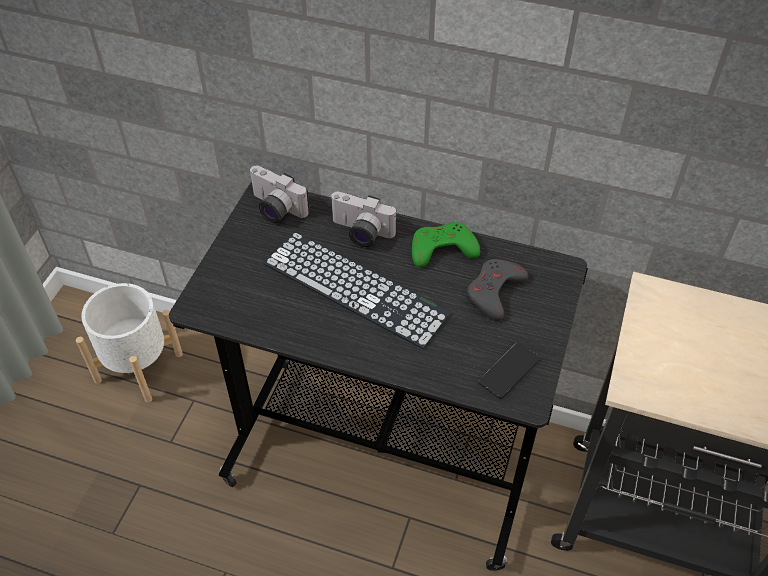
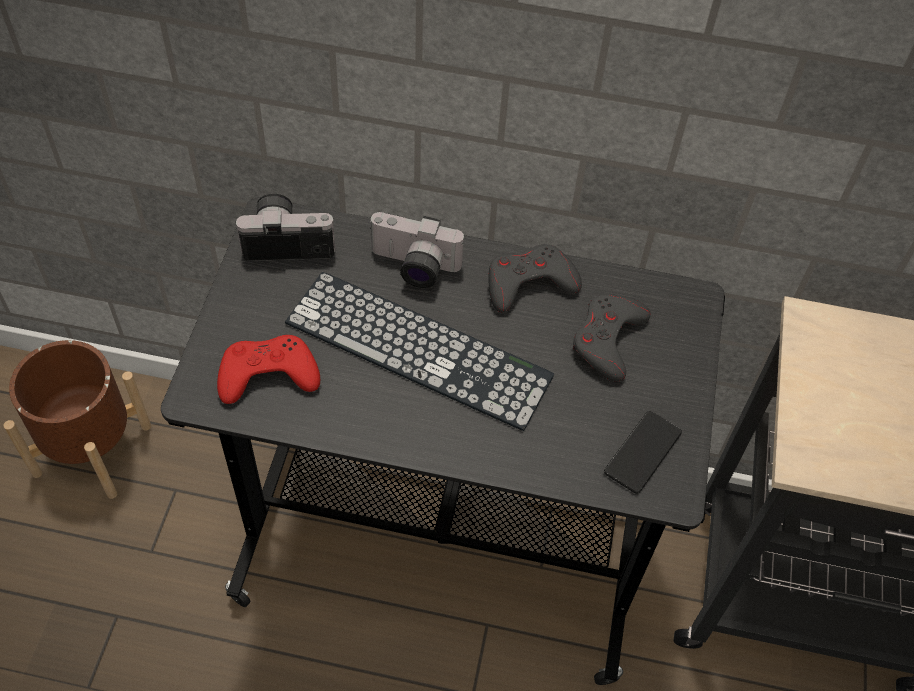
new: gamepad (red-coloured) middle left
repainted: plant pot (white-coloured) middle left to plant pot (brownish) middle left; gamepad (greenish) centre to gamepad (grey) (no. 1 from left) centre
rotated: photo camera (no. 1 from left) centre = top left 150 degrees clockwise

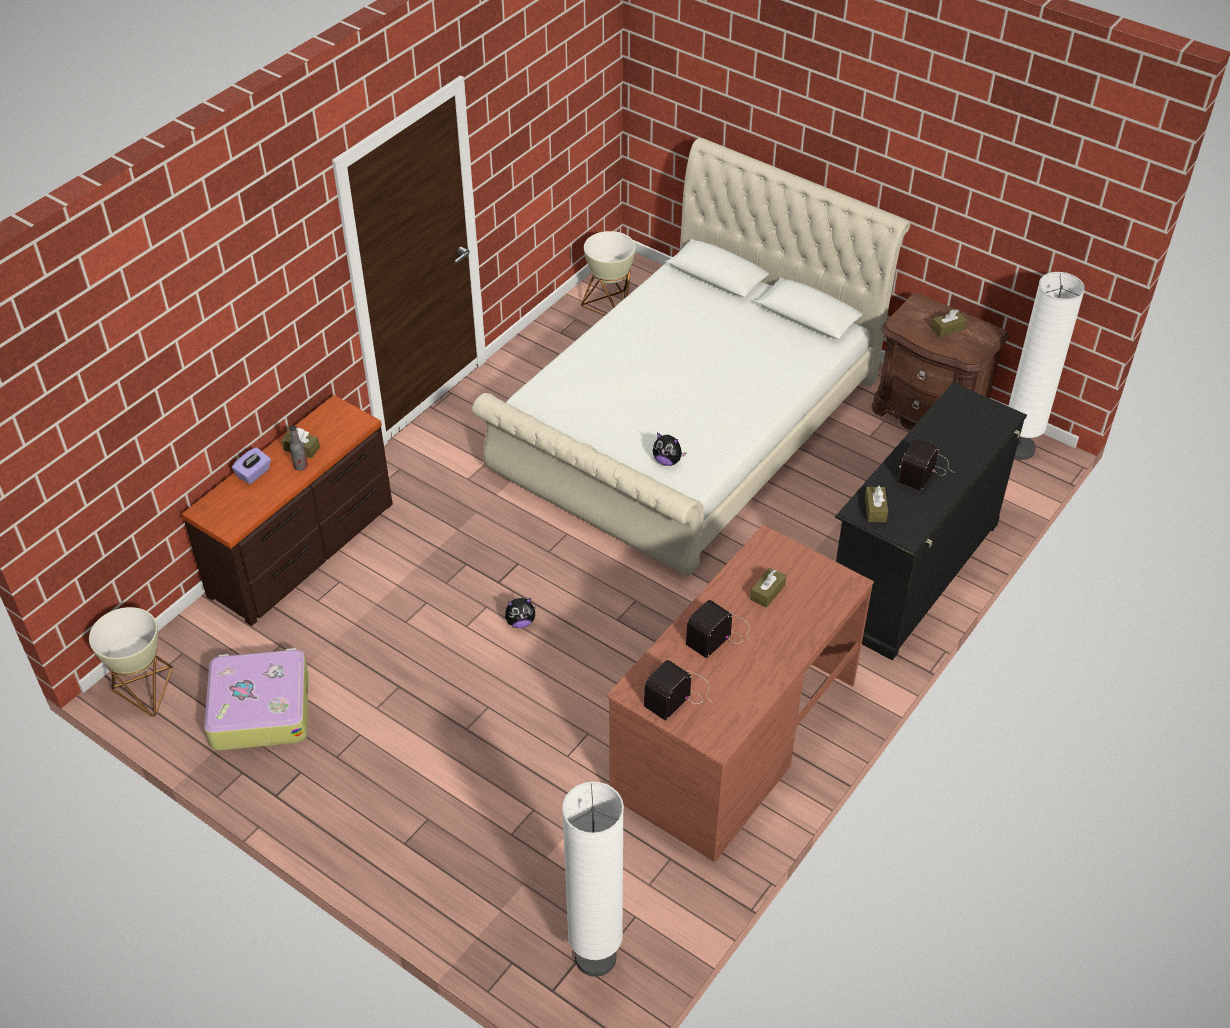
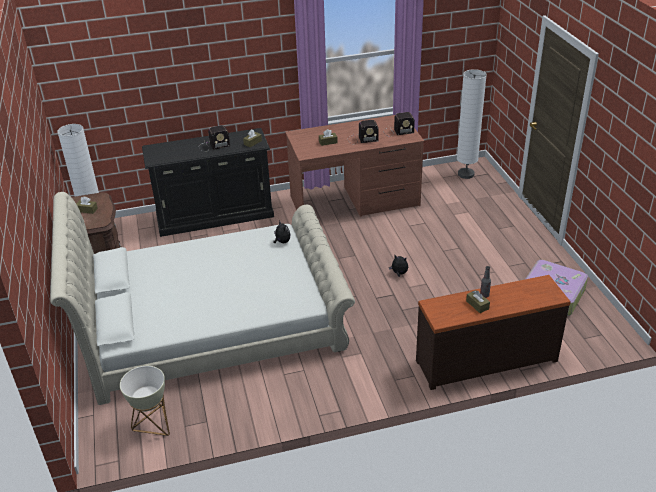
gone: plant pot (no. 1 from left) middle left; box of tissues (purple-coloured) middle left

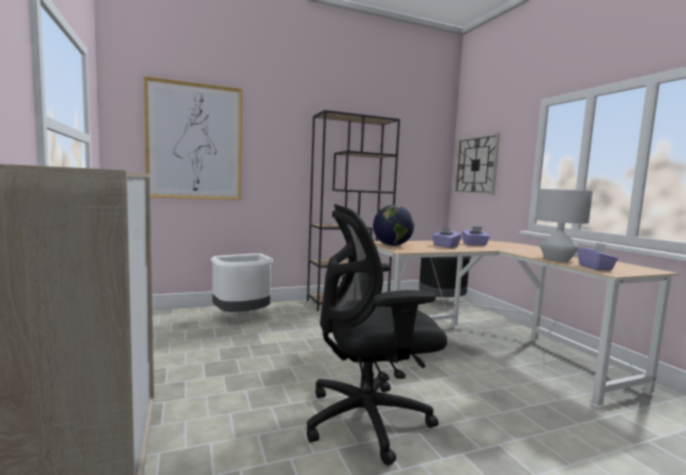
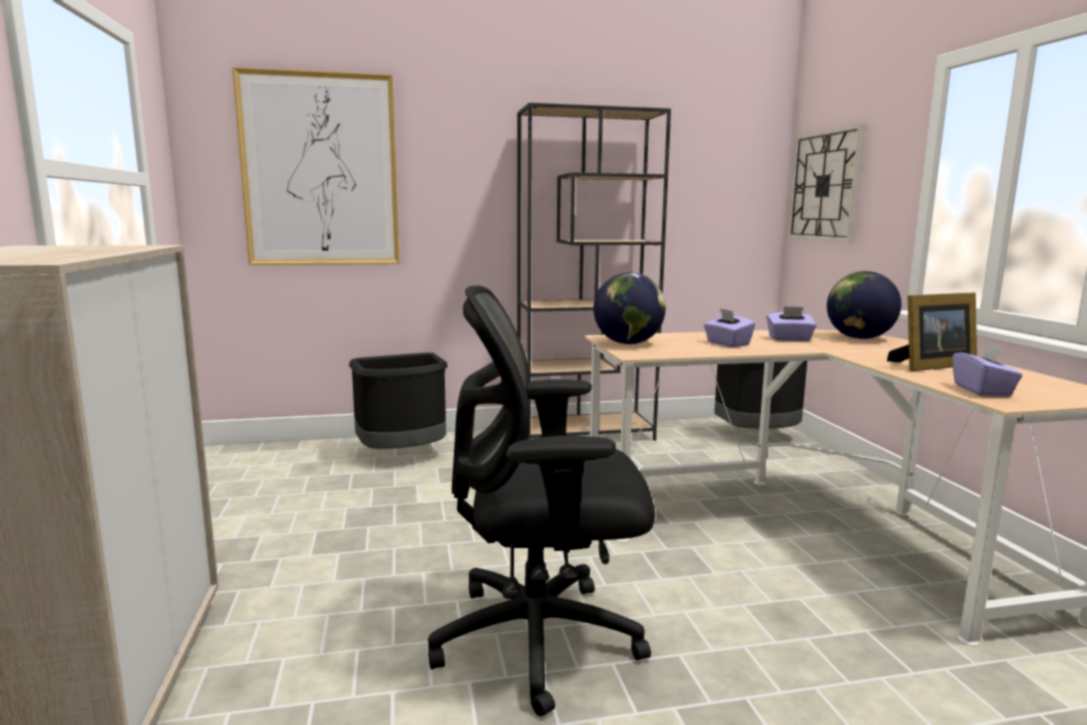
new: world globe (no. 2 from left) middle right
swapped: table lamp (white-coloured) middle right to picture frame middle right
repainted: waste bin (white-coloured) centre to waste bin (black) (no. 1 from left) centre

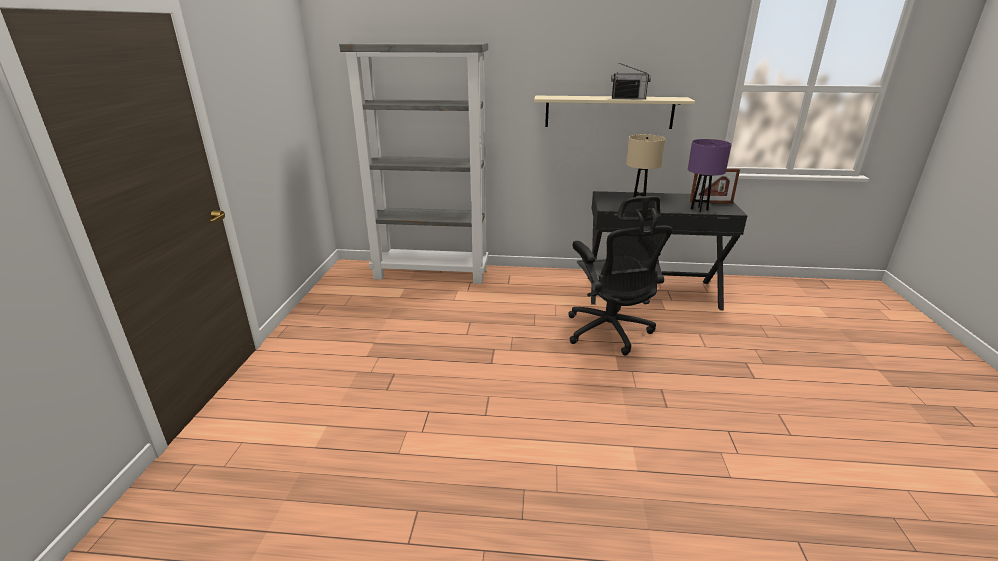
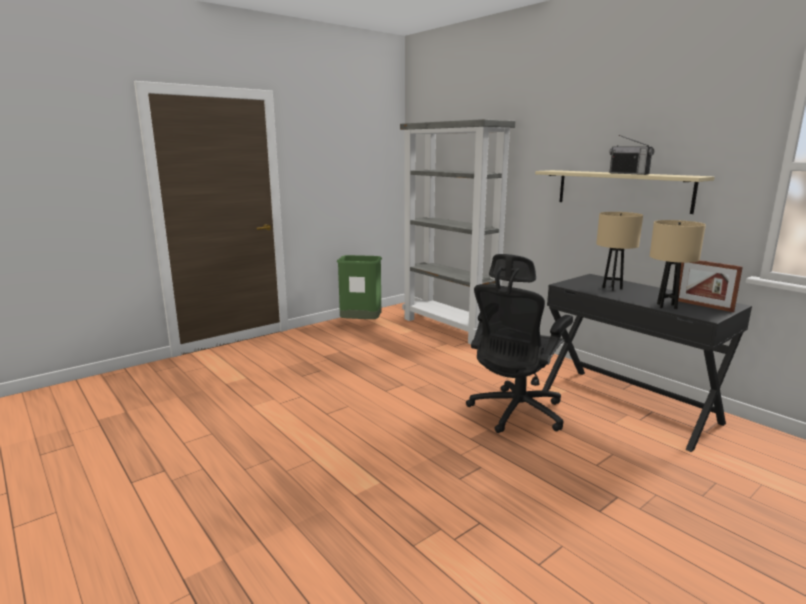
new: waste bin (greenish) centre
repainted: table lamp (purple-coloured) top right to table lamp (beige) (no. 2 from left) middle right

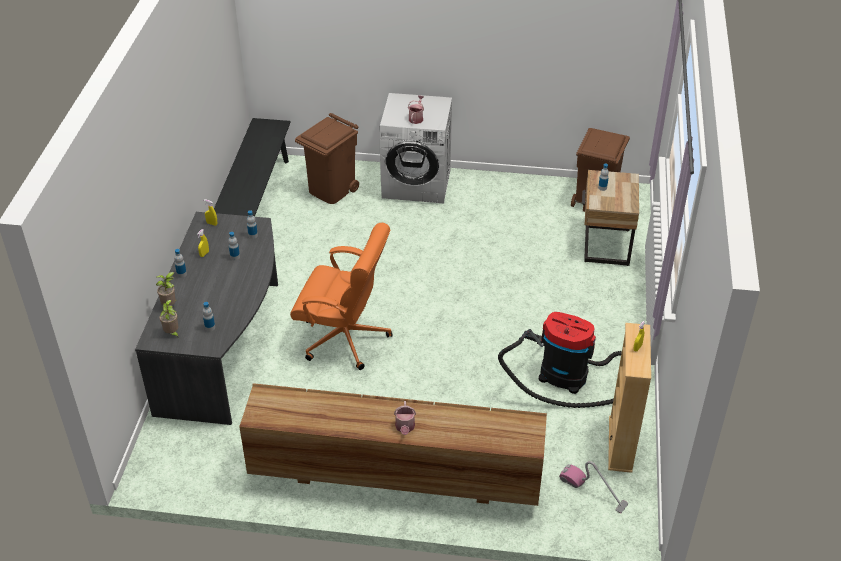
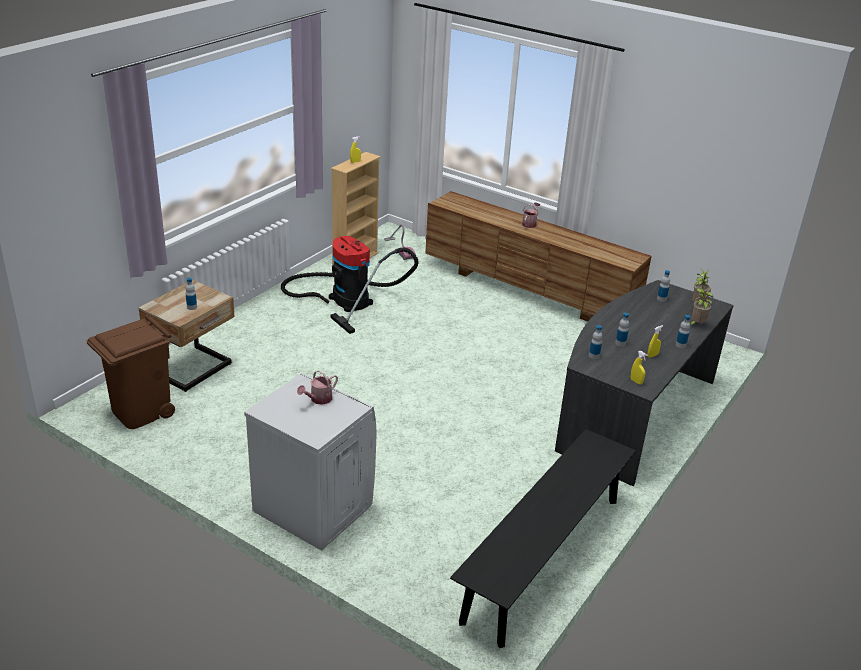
gone: office chair (orange) centre; waste bin (brownish) (no. 1 from left) top centre

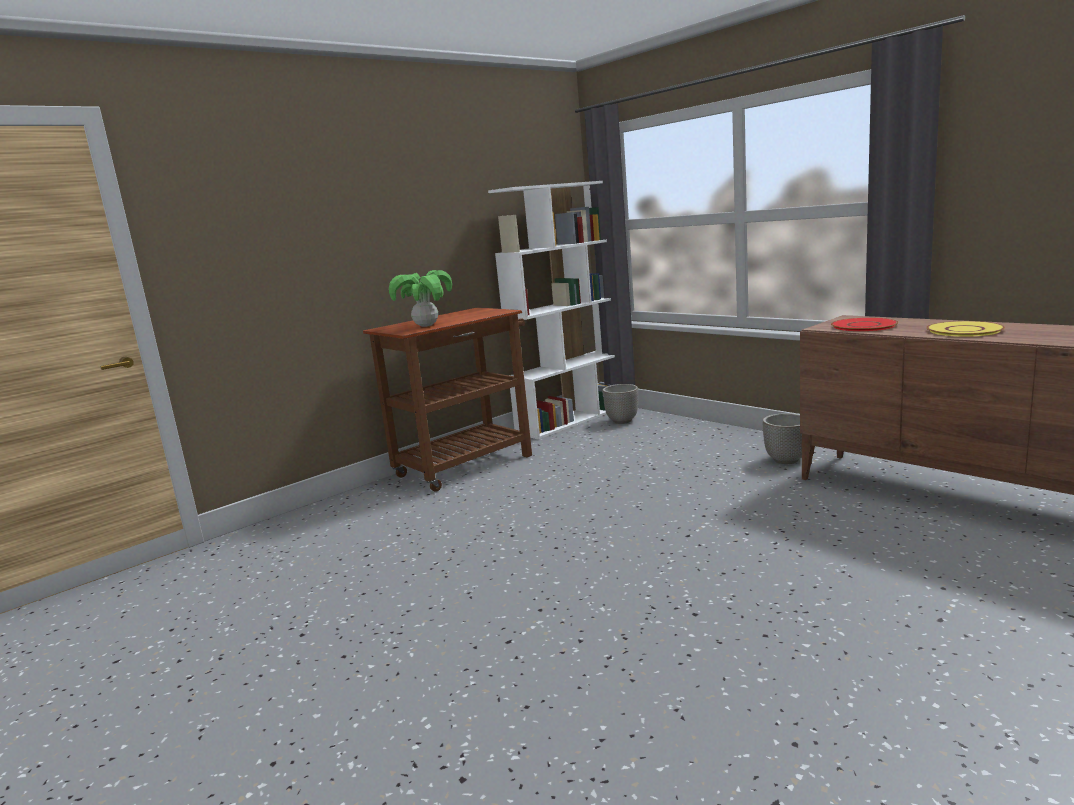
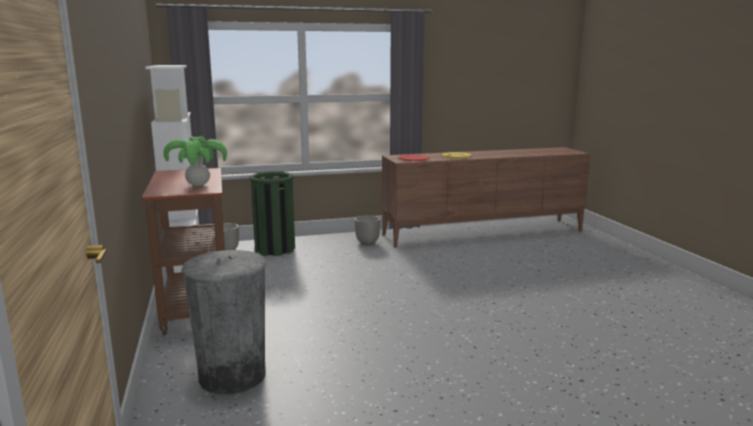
new: waste bin (grey) bottom left; waste bin (greenish) centre

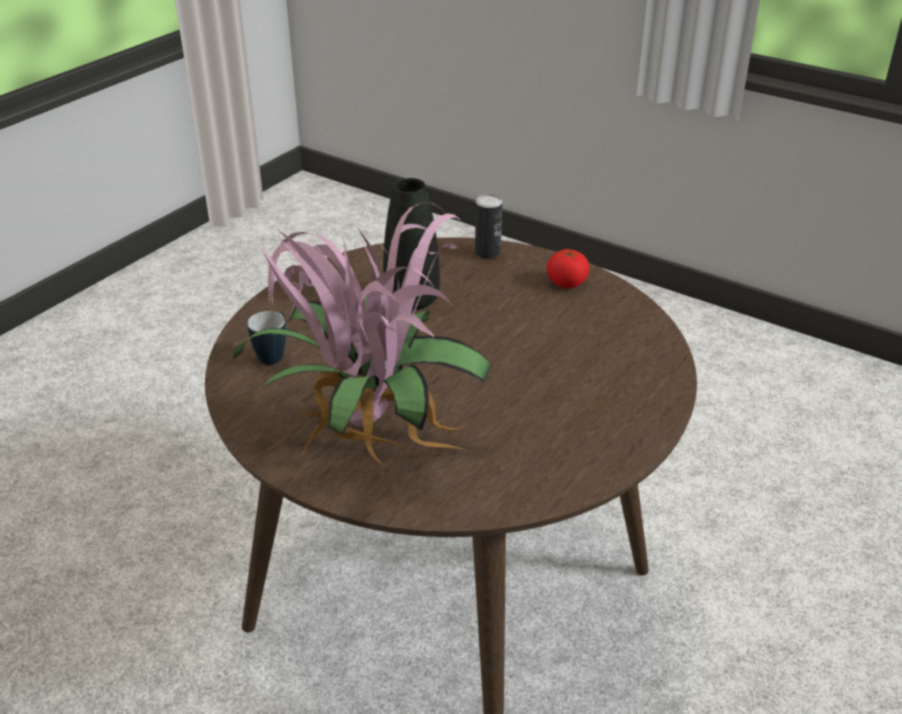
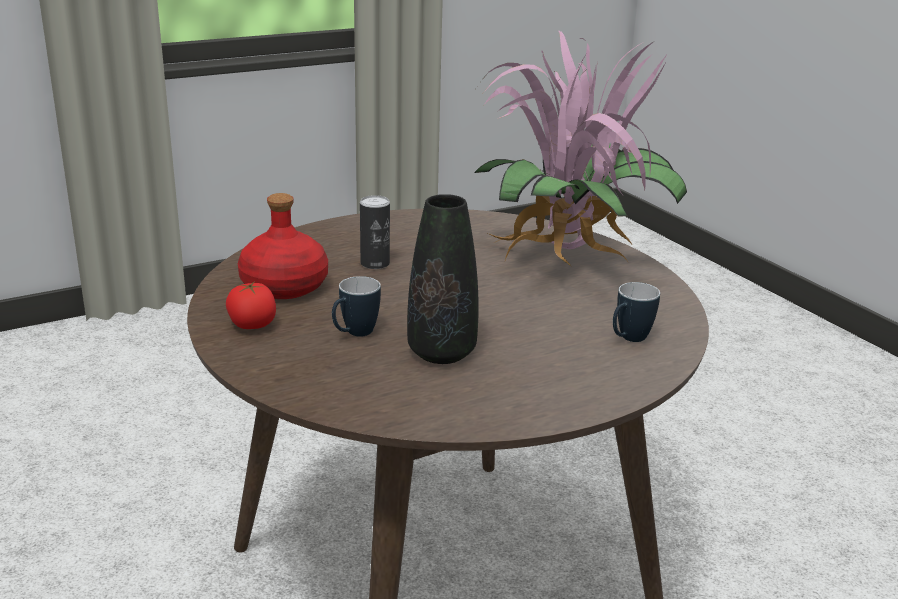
new: beverage bottle (red-coloured) middle left; mug (no. 1 from left) centre
shifted: sealed can top centre to centre

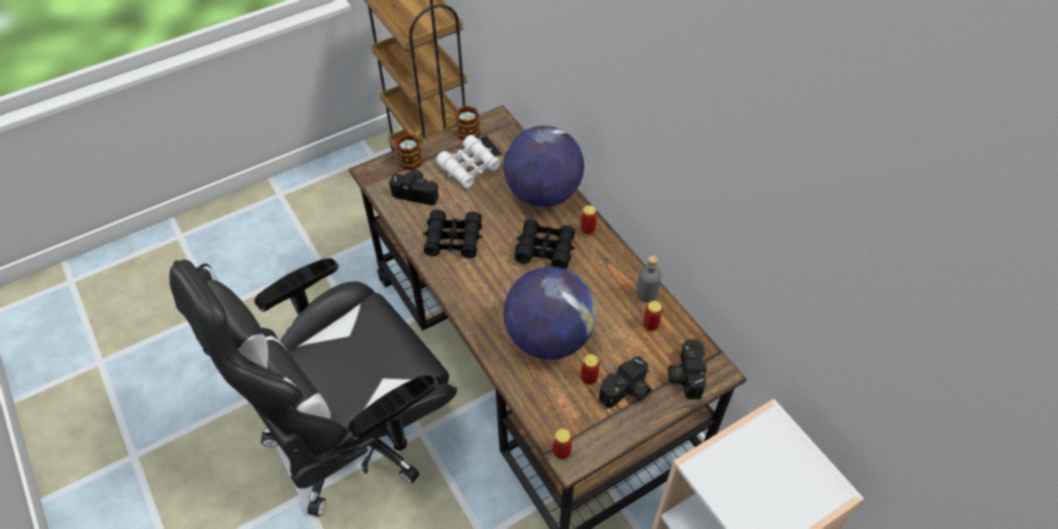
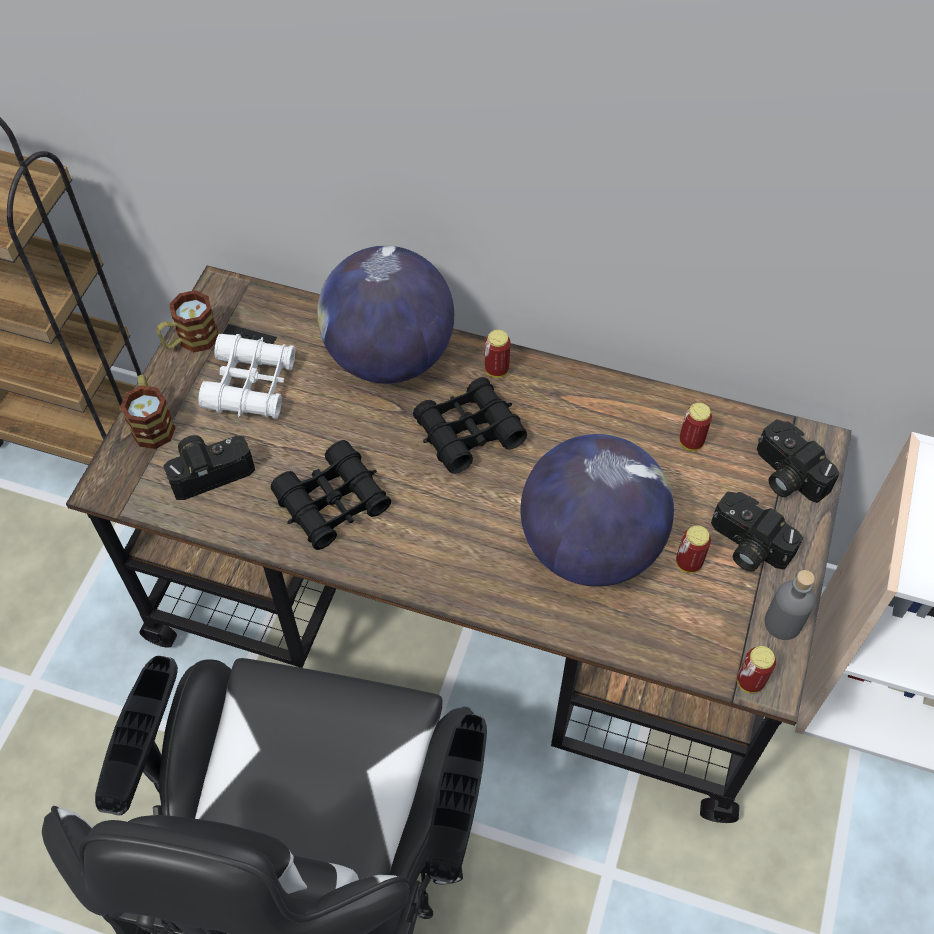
shifted: beverage bottle (grey) centre to middle right
rotated: photo camera (no. 2 from left) bottom centre = middle right 120 degrees clockwise

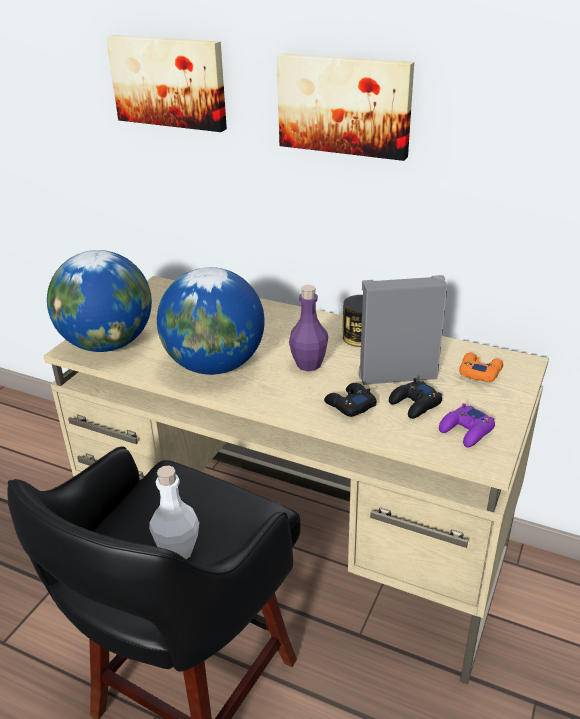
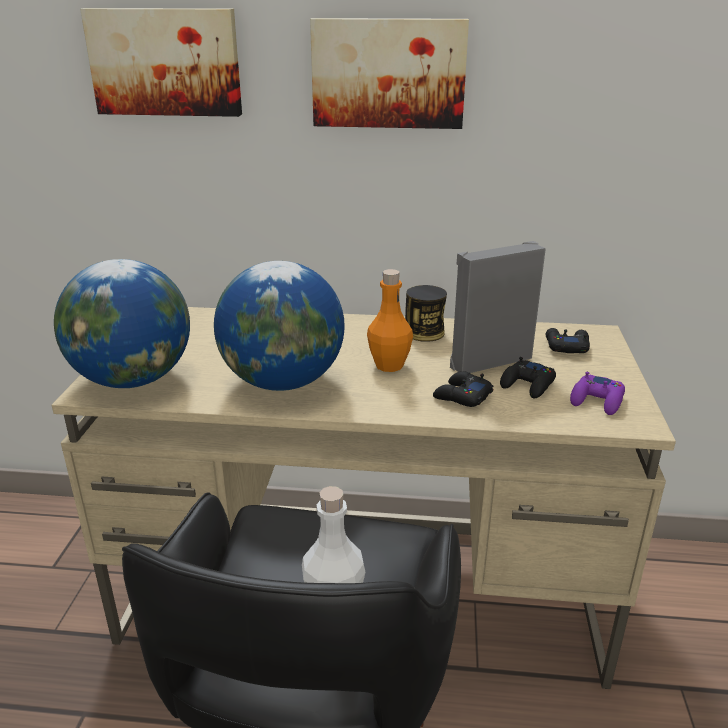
repainted: beverage bottle (purple-coloured) centre to beverage bottle (orange) centre; gamepad (orange) middle right to gamepad (black) (no. 3 from left) middle right

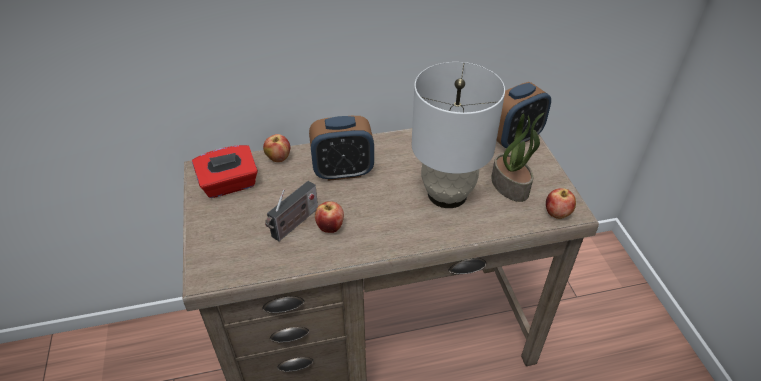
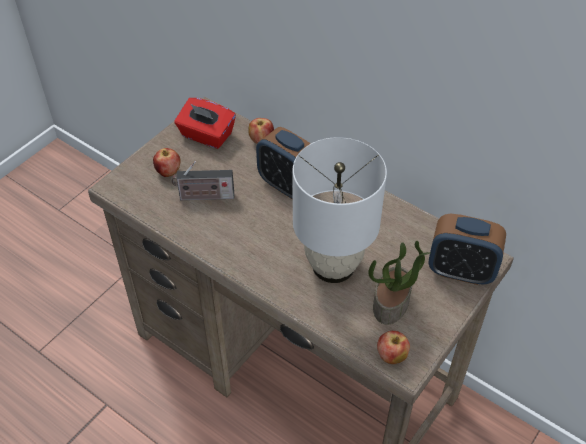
shifted: apple fruit (no. 2 from left in the first image) centre to apple fruit (no. 1 from left) middle left

